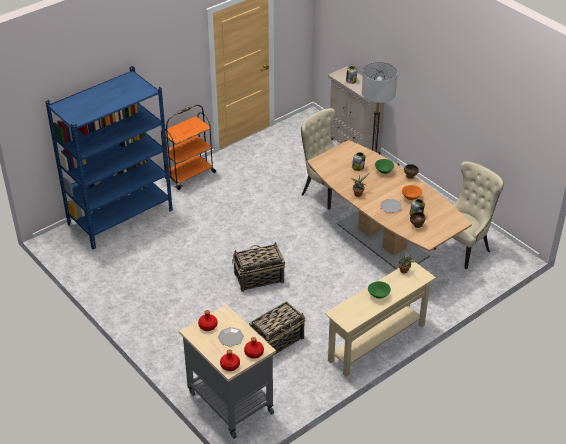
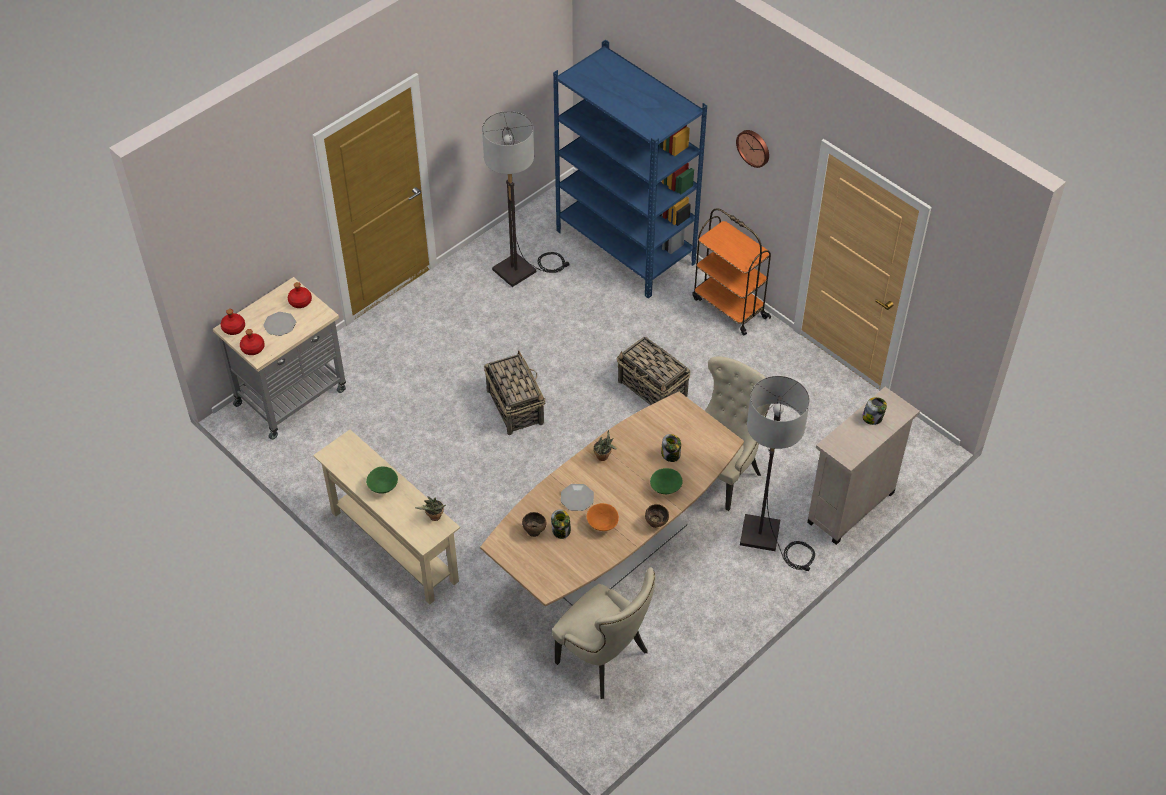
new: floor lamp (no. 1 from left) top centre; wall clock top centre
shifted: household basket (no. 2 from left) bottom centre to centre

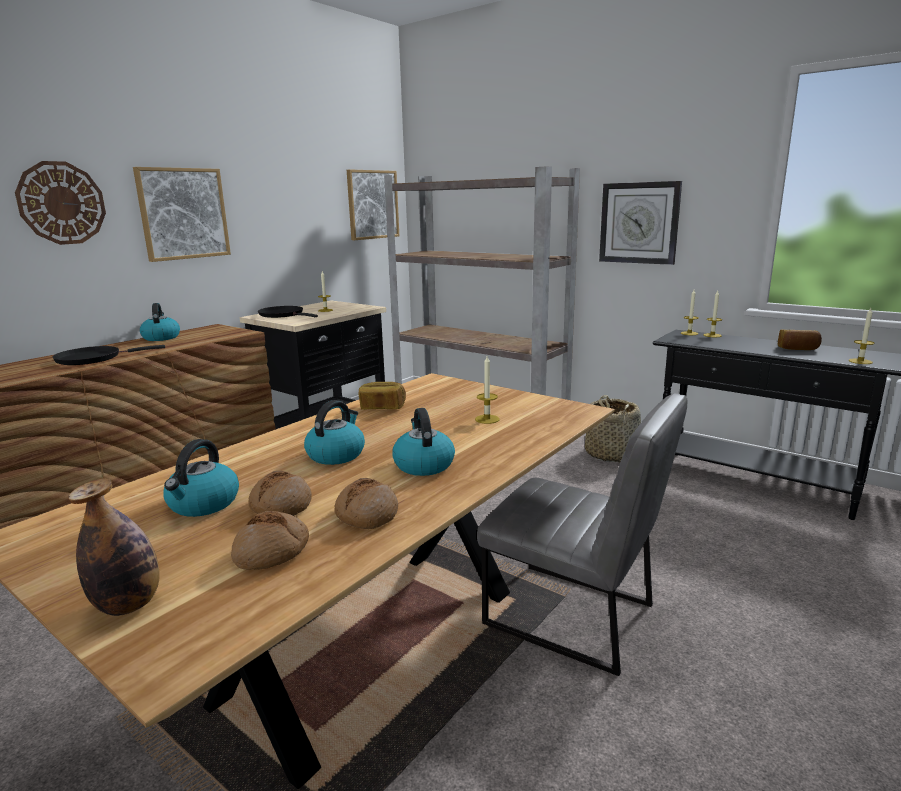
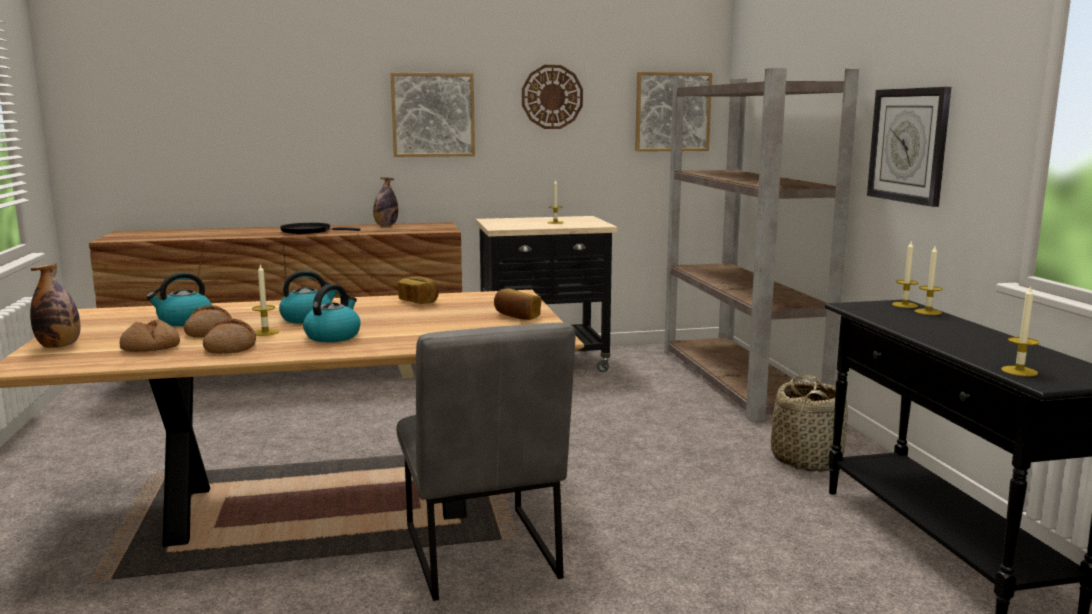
gone: skillet (black) (no. 2 from left) middle left
shifted: wall clock (no. 1 from left) top left to top centre; candle (no. 2 from left in the first image) centre to candle (no. 1 from left) middle left; baked bread (no. 5 from left) middle right to centre
swapped: water kettle (no. 1 from left) middle left to beverage bottle (no. 2 from left) top centre

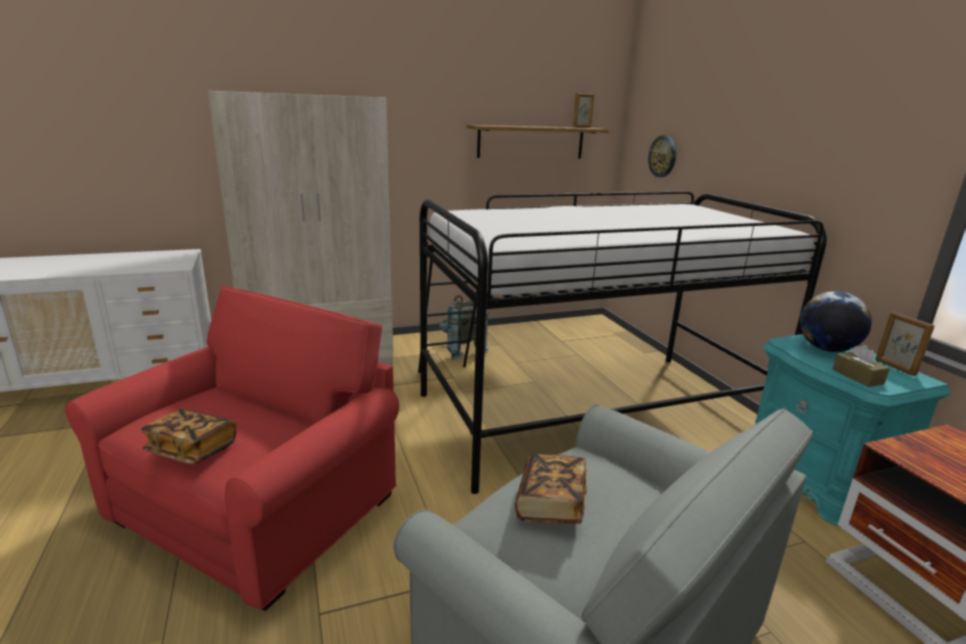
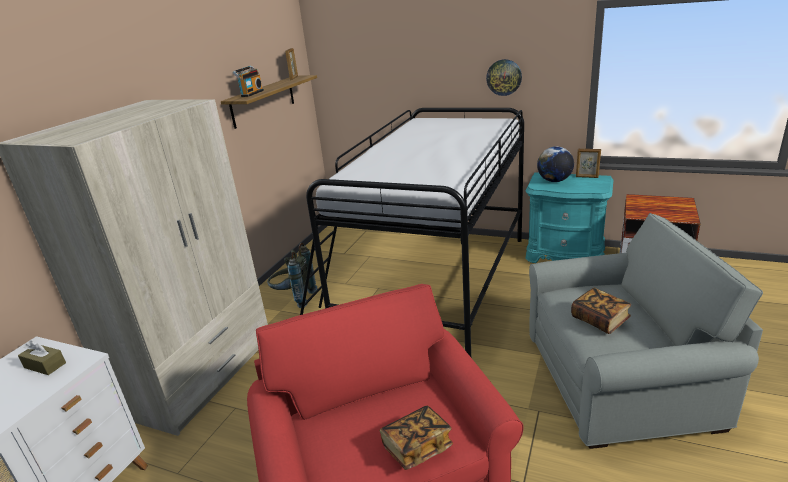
new: radio set top left
shifted: wall clock top right to top centre; box of tissues (brownish) middle right to bottom left

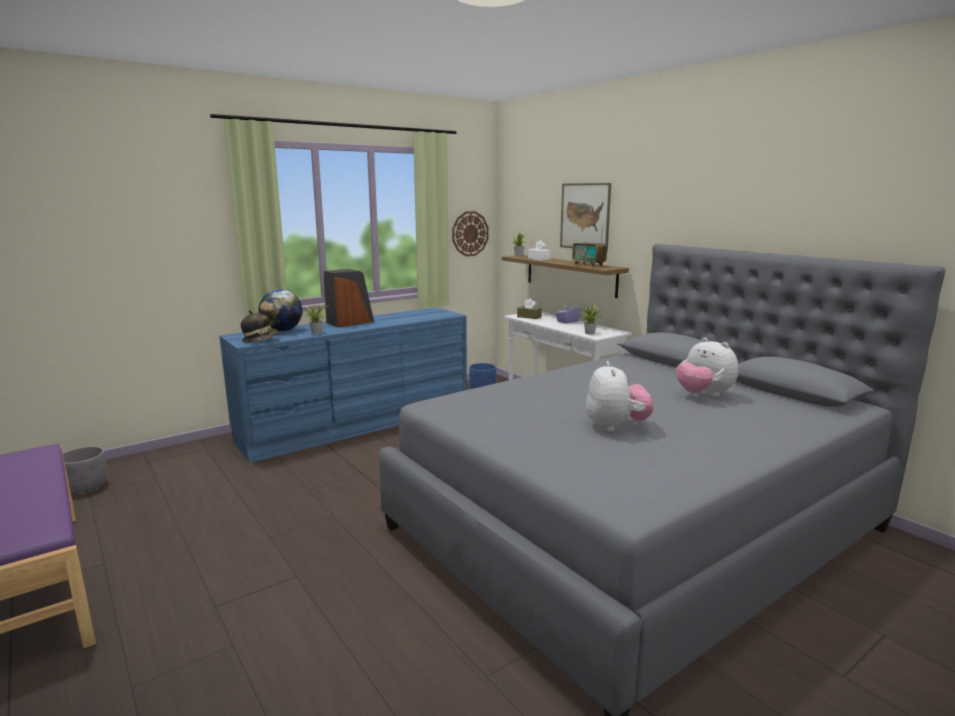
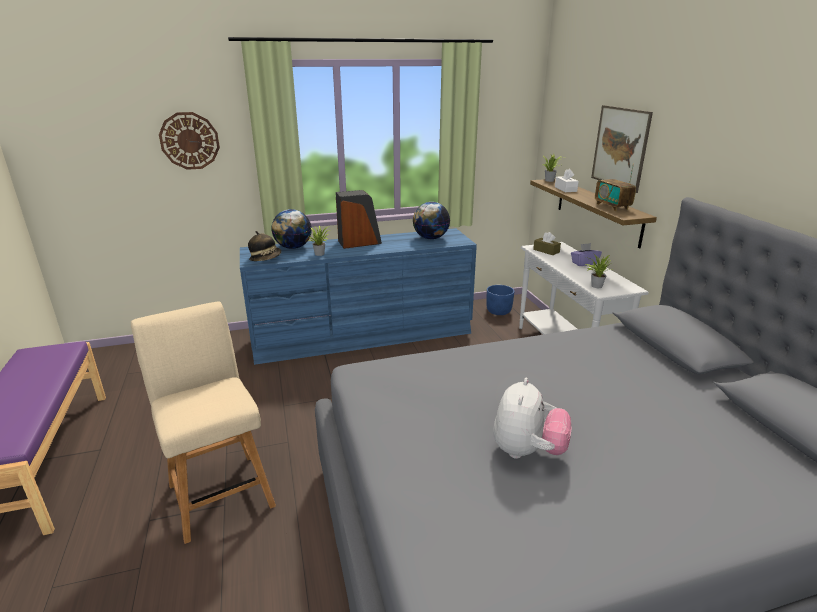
gone: plant pot (grey) middle left; plush toy (no. 2 from left) middle right
new: plain chair (beige) bottom left; world globe (no. 2 from left) centre
shifted: wall clock top centre to top left

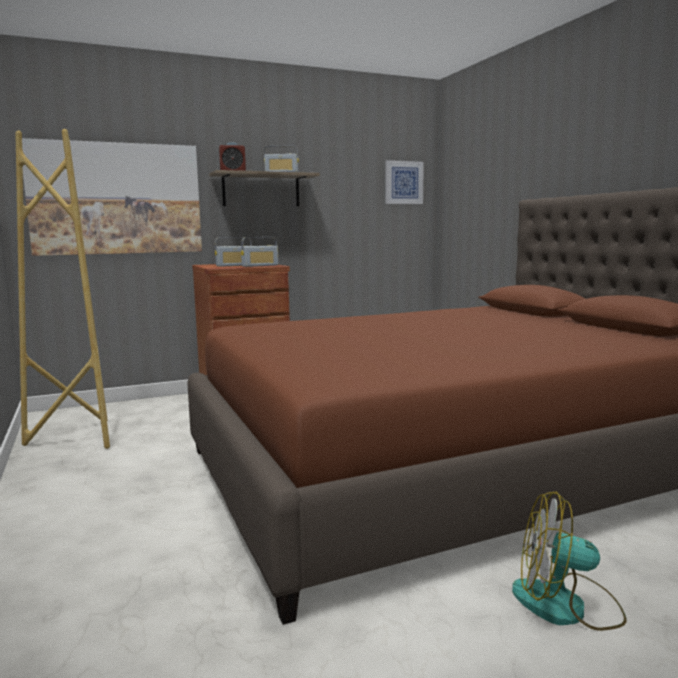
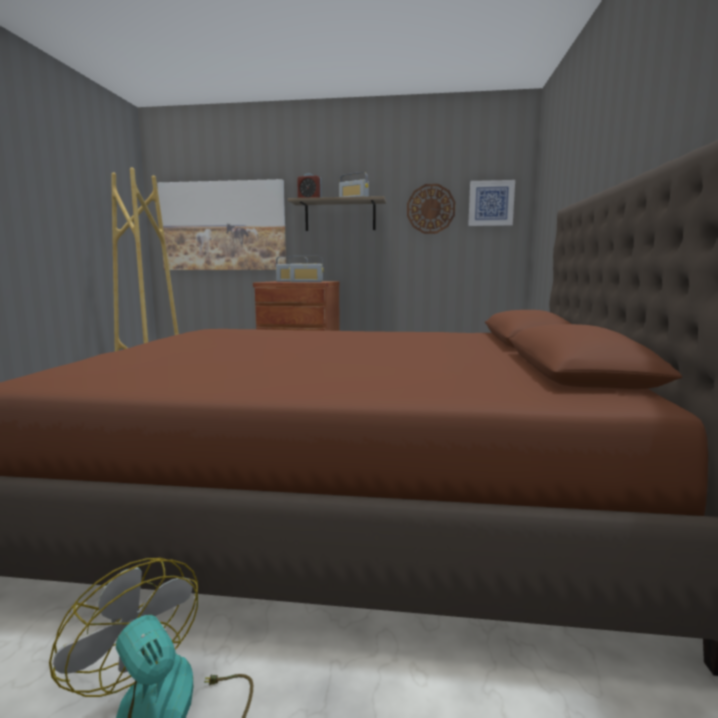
new: wall clock top centre

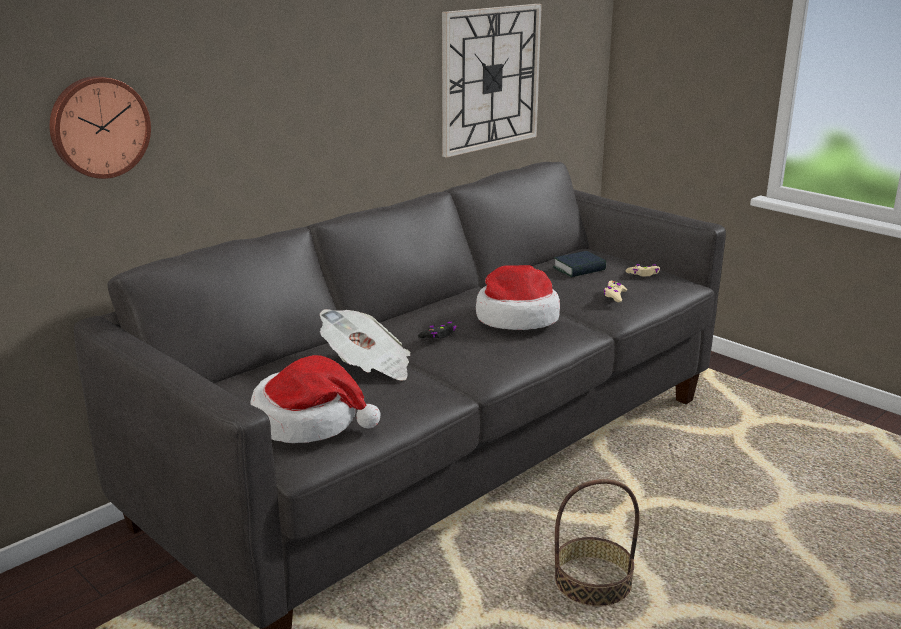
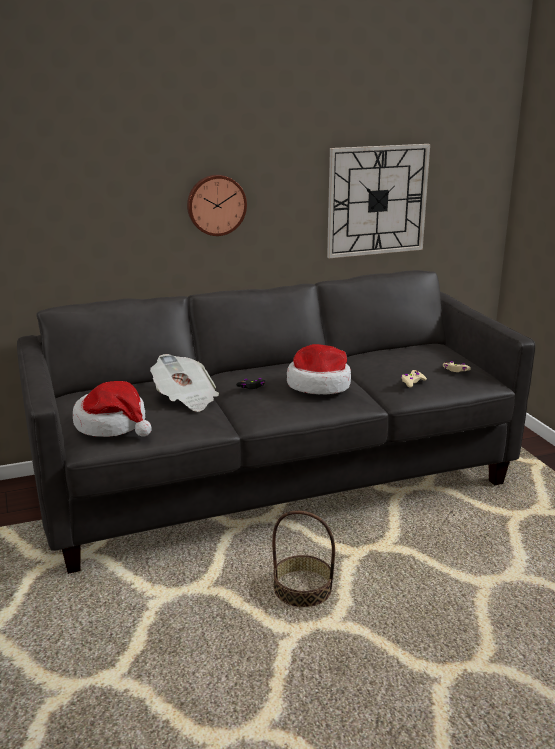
gone: book centre
shifted: wall clock (no. 1 from left) top left to top centre

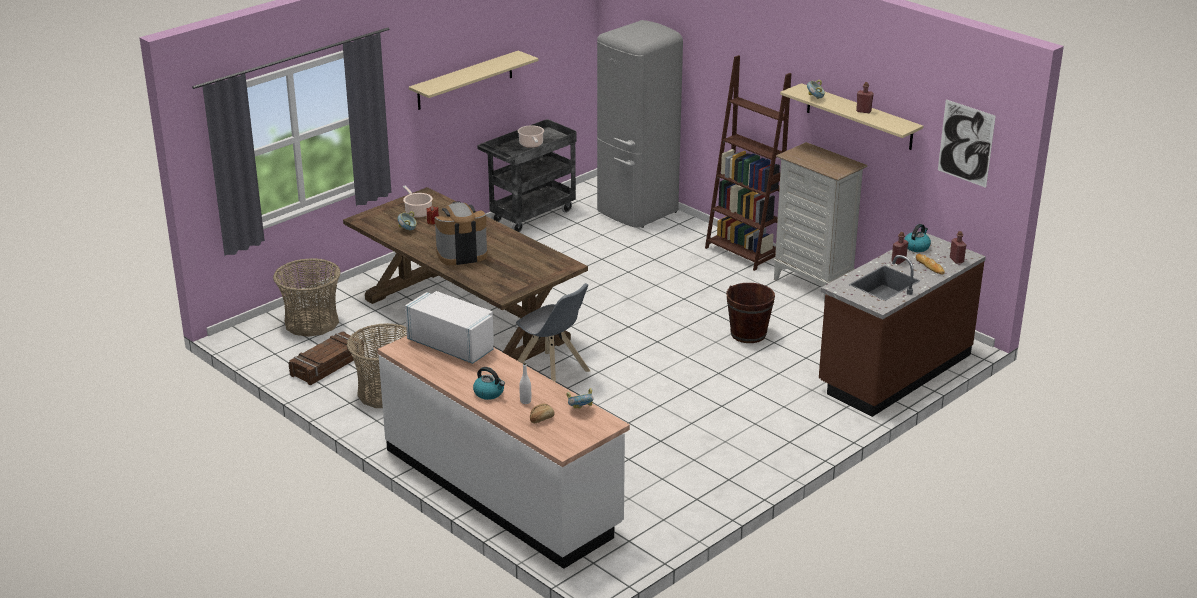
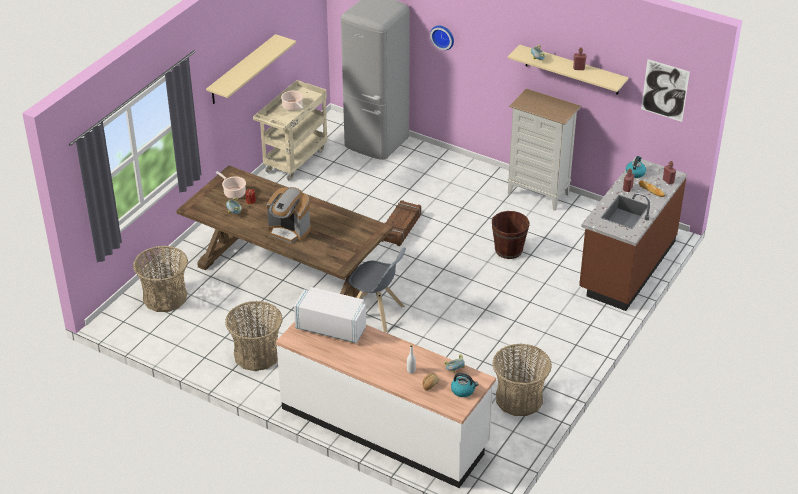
gone: bookshelf (brownish) top centre
new: wall clock top centre; household basket (no. 3 from left) bottom centre
shifted: packing crate middle left to centre; water kettle (no. 1 from left) centre to bottom centre
repainted: trolley (black) top centre to trolley (beige) top centre
rotated: coffee machine centre = centre 120 degrees counterclockwise

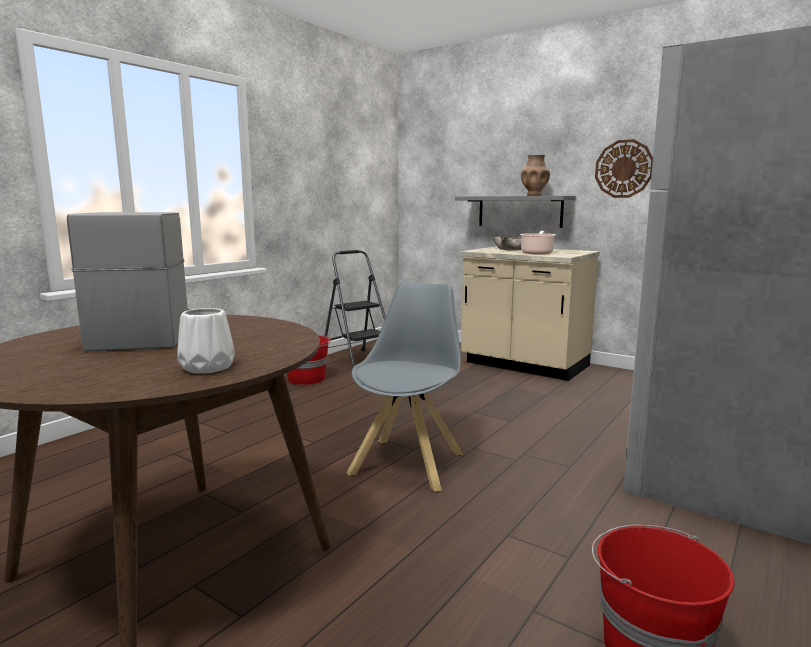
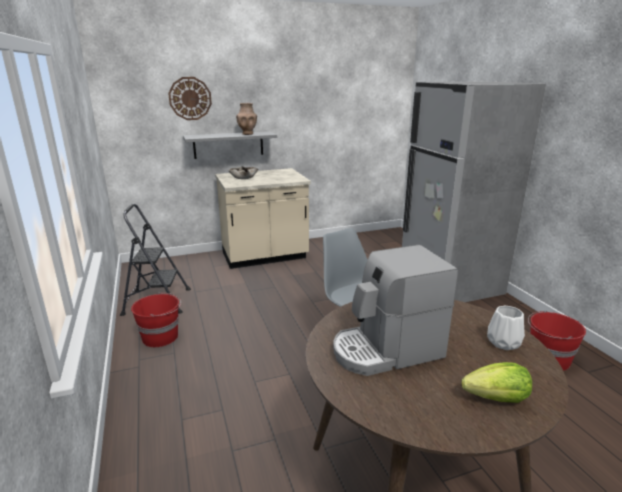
gone: stockpot centre
new: lettuce head bottom right
shifted: wall clock top right to top left
rotated: coffee machine middle left = centre 45 degrees counterclockwise

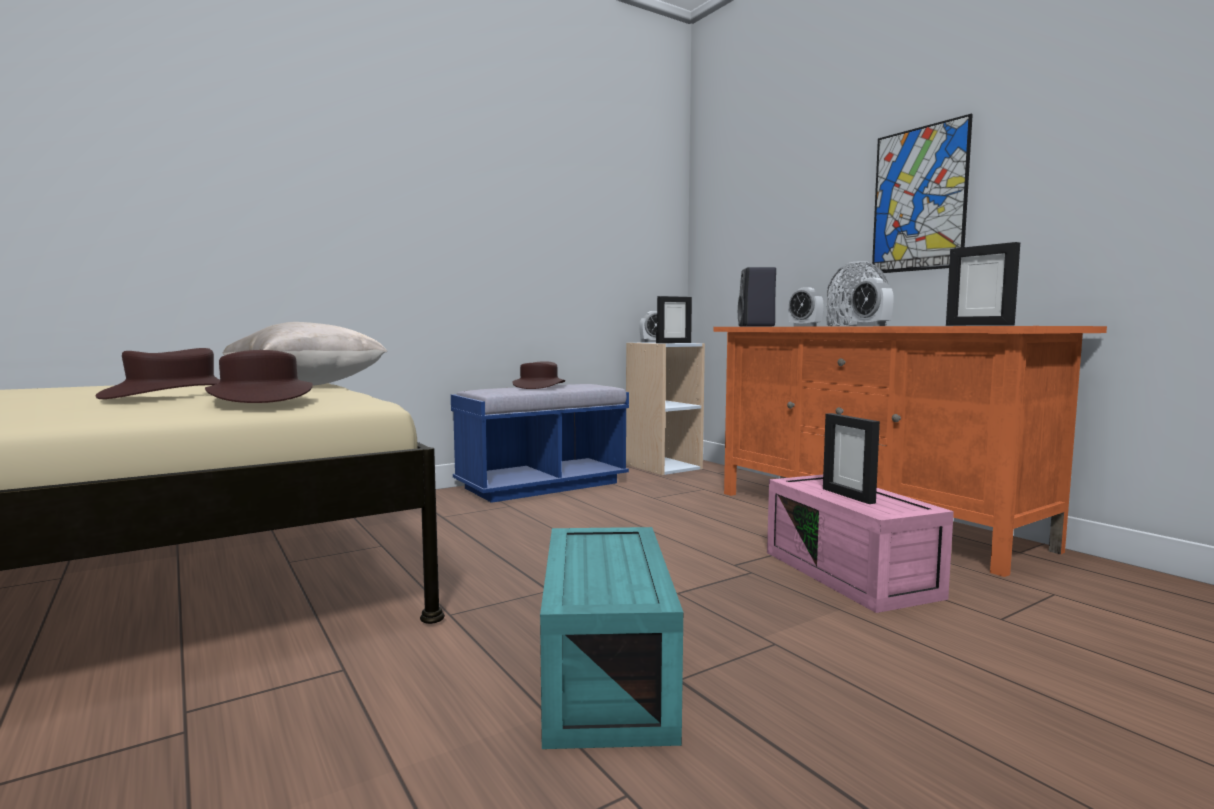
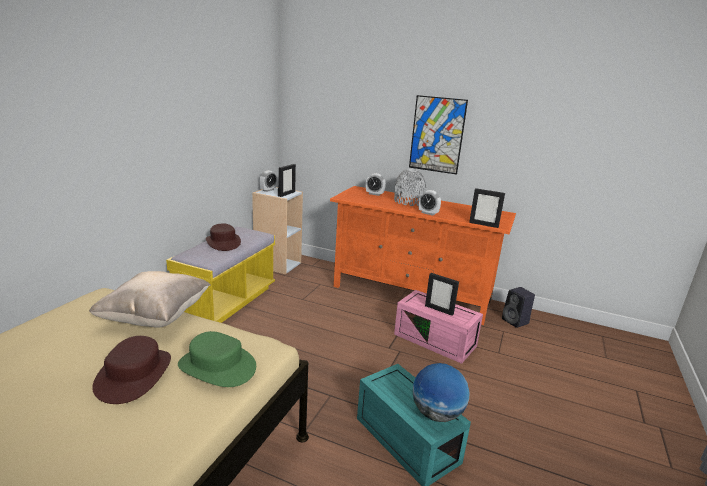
new: world globe bottom centre
shifted: speaker (black) centre to middle right
repainted: hat (brownish) (no. 2 from left) middle left to hat (greenish) bottom left; indoor bench (blue-coloured) centre to indoor bench (yellow) middle left

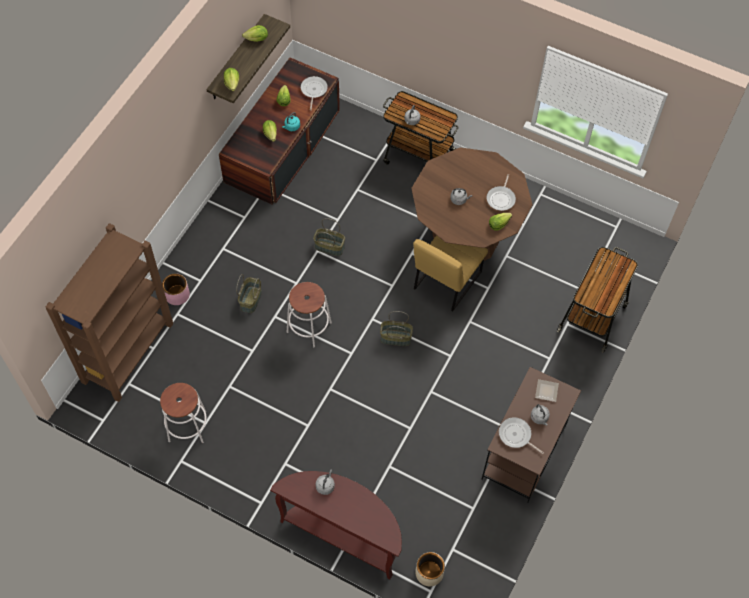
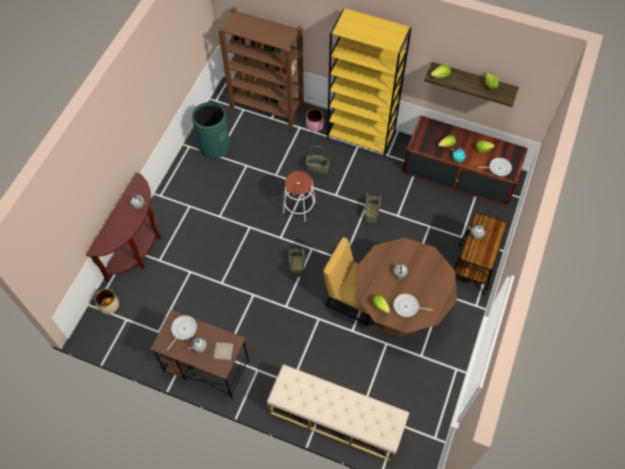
new: bookshelf (yellow) top centre
swapped: sitting stool (white-coloured) (no. 1 from left) bottom left to waste bin (greenish) top centre; trolley (no. 2 from left) middle right to indoor bench (beige) bottom centre

